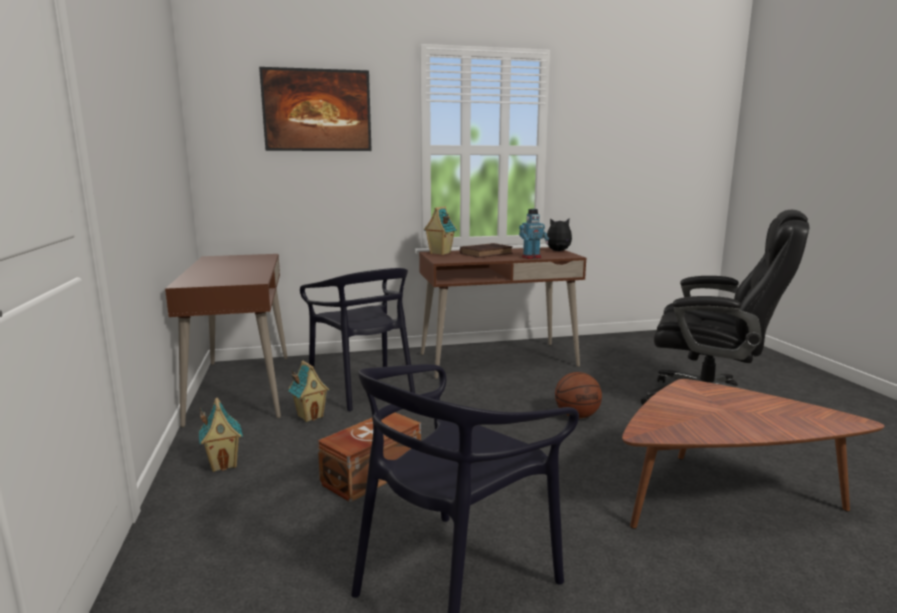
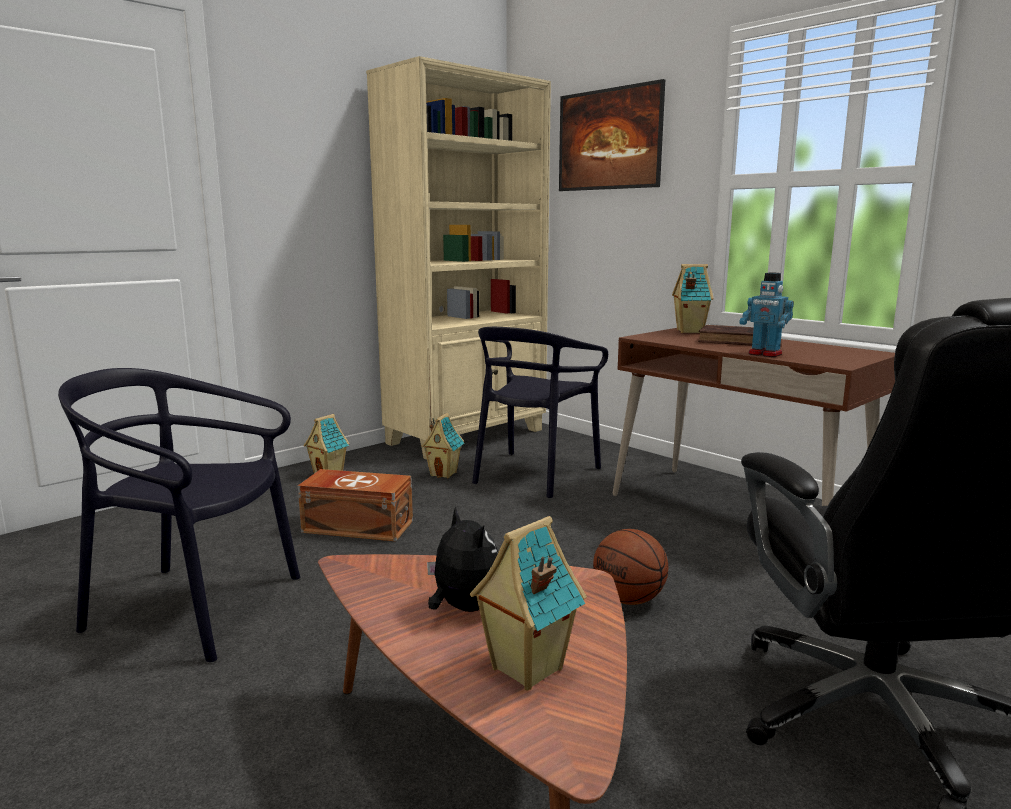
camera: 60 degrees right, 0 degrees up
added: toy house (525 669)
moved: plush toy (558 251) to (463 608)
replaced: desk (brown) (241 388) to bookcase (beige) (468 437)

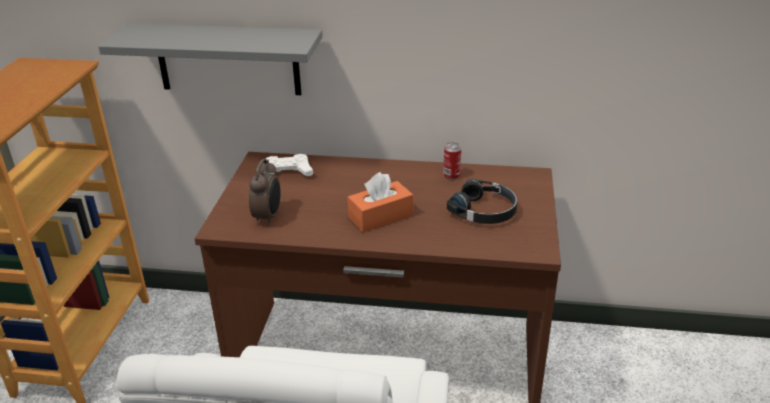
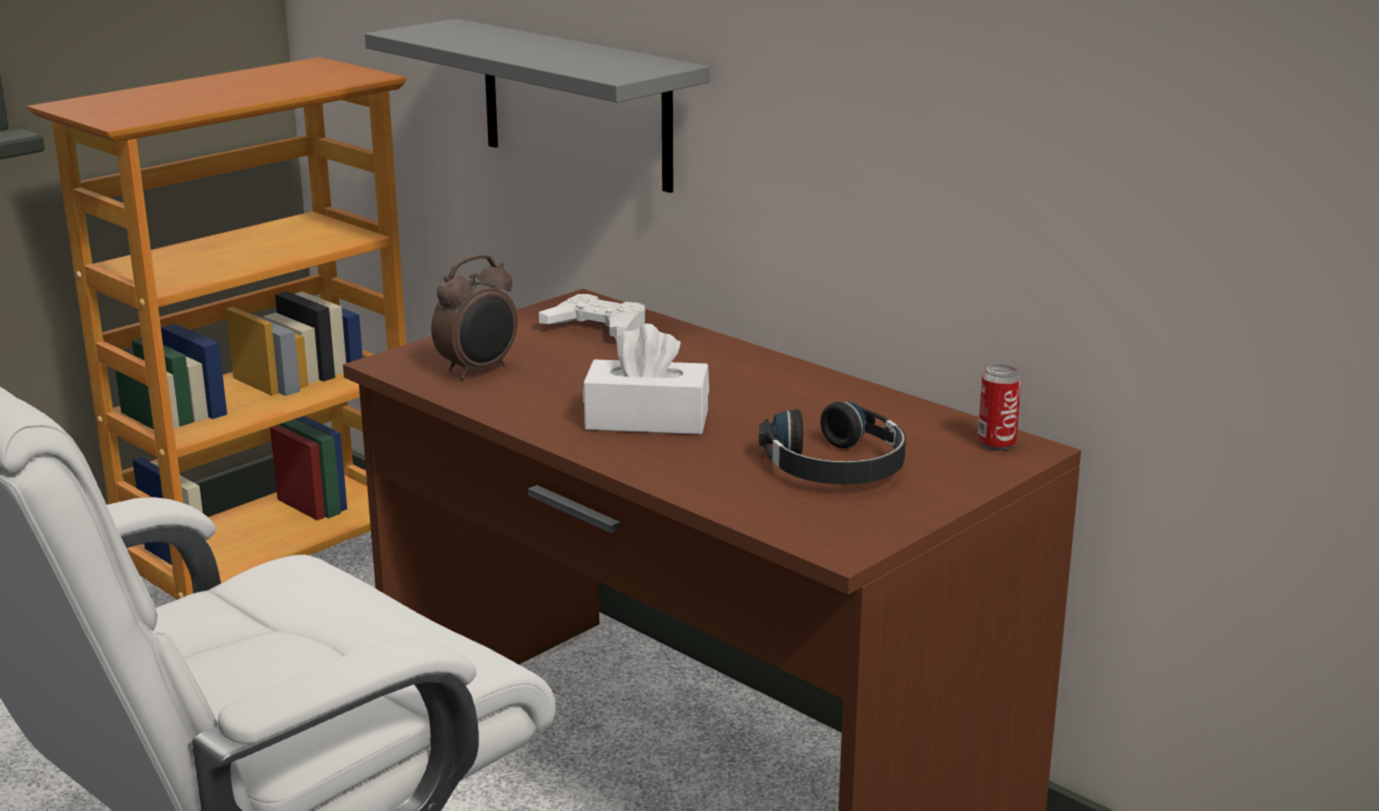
camera: 35 degrees right, 10 degrees down
moved: can (451 176) to (996 444)
recoloured: tissue box (orange) (380 216) to tissue box (white) (647 420)

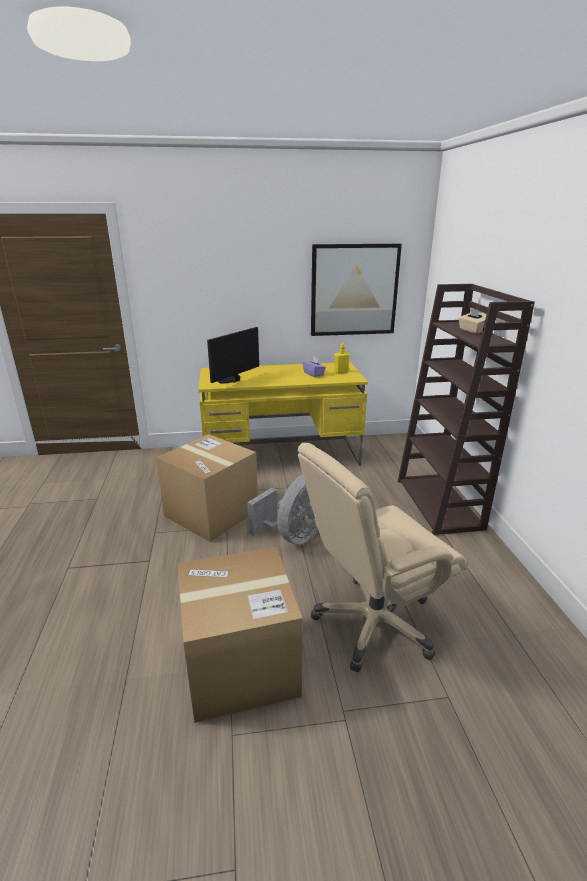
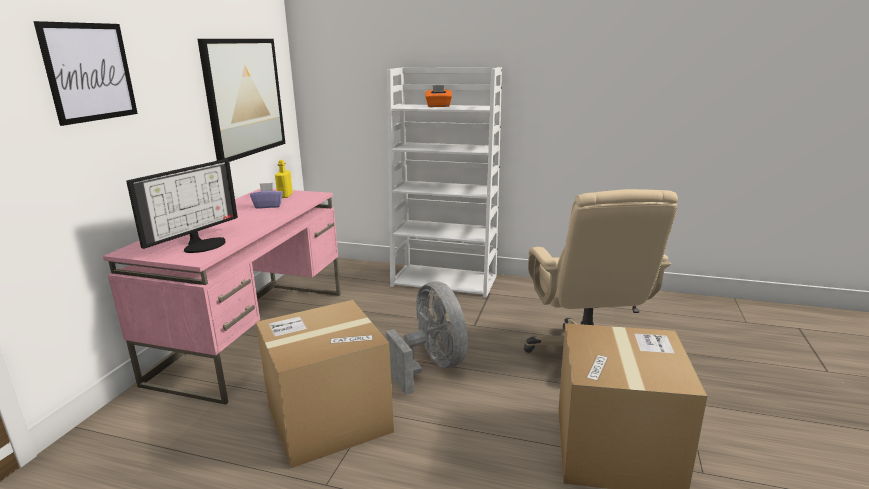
camera: 65 degrees left, 5 degrees down
added: picture (89 72)
recoloured: desk (yellow) (282 456) to desk (pink) (255 333); bookcase (brown) (439 504) to bookcase (white) (445 281); tissue box (beige) (472 331) to tissue box (orange) (438 106)
turned: monitor (230 380) = (203 244) 120 degrees counterclockwise

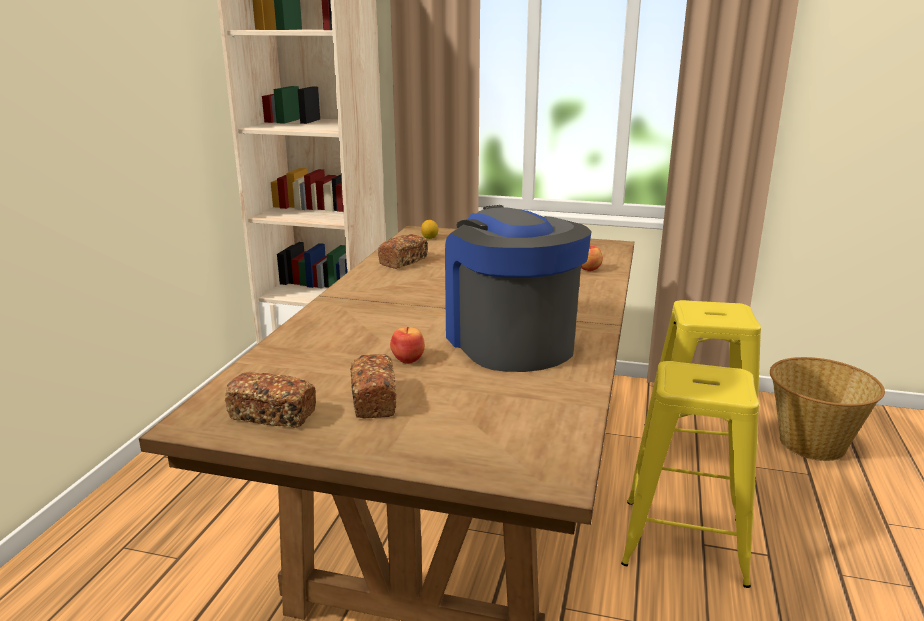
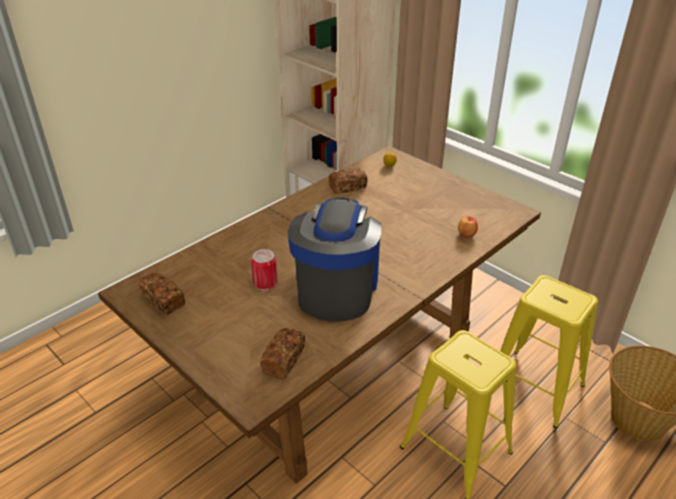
camera: 30 degrees right, 15 degrees up
moved: bread (373 400) to (283 360)
replaced: apple (408 358) to can (265 283)

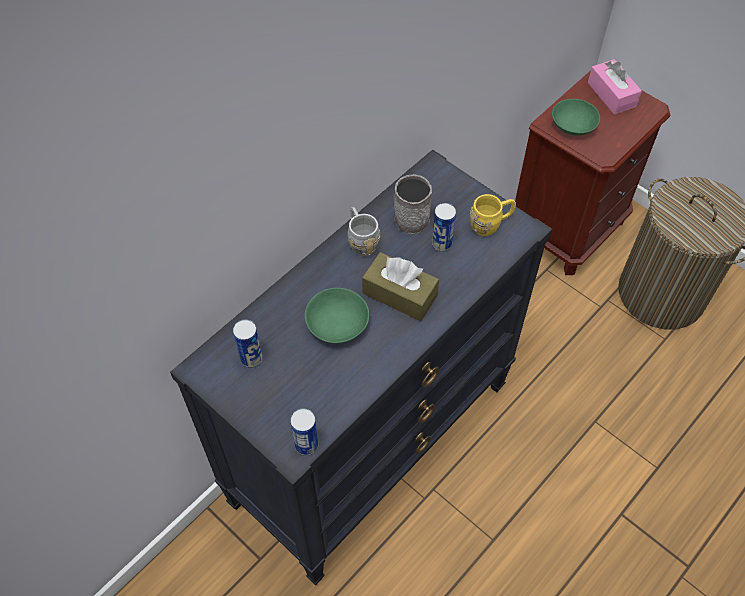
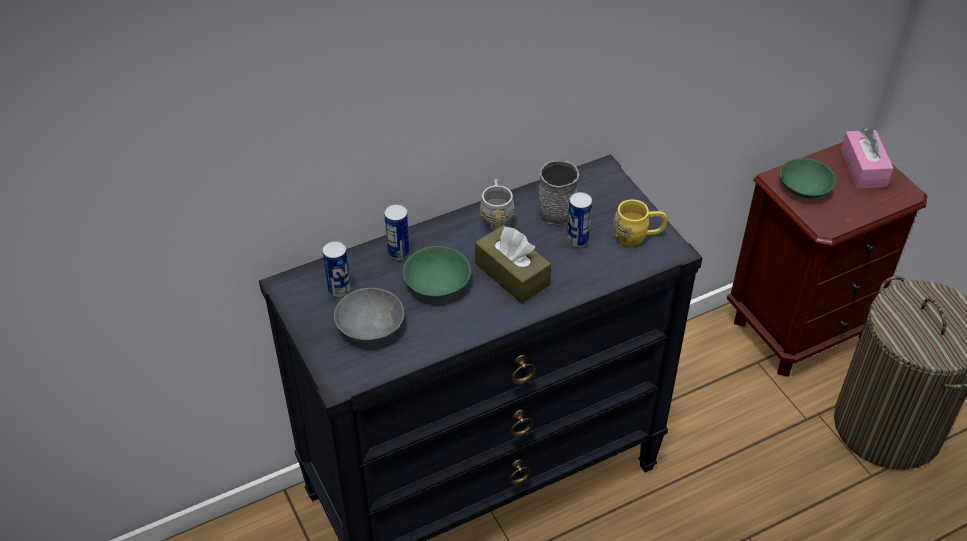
camera: 20 degrees right, 10 degrees down
added: bowl (grey) (371 326)
moved: can (306 445) to (398 253)

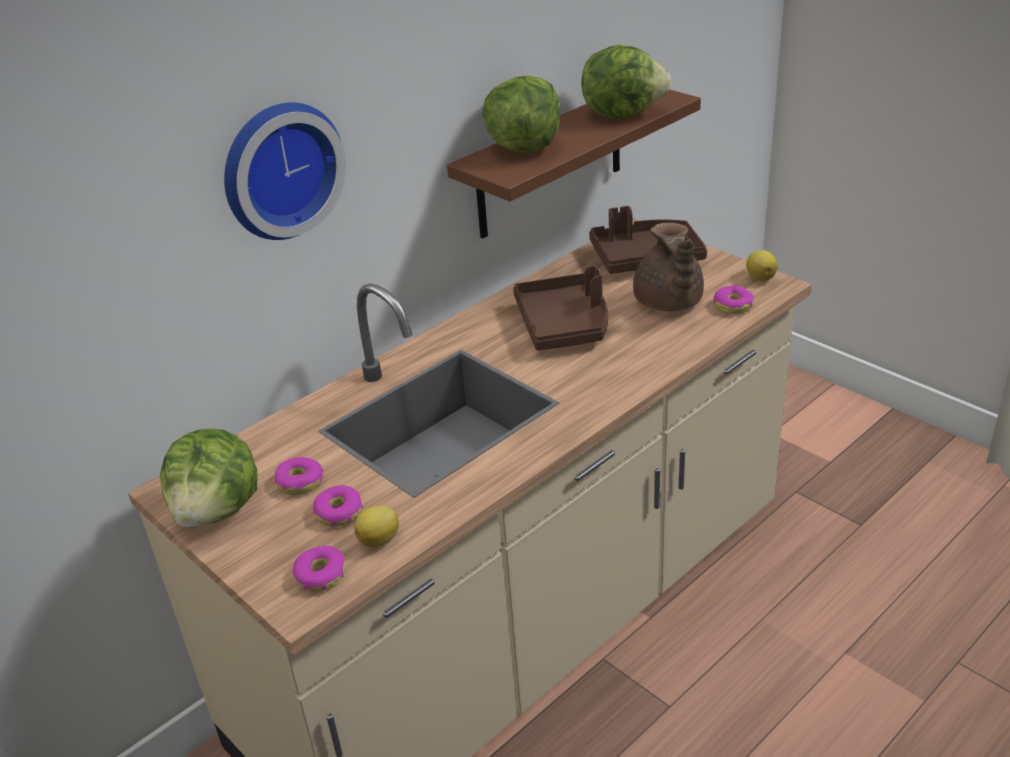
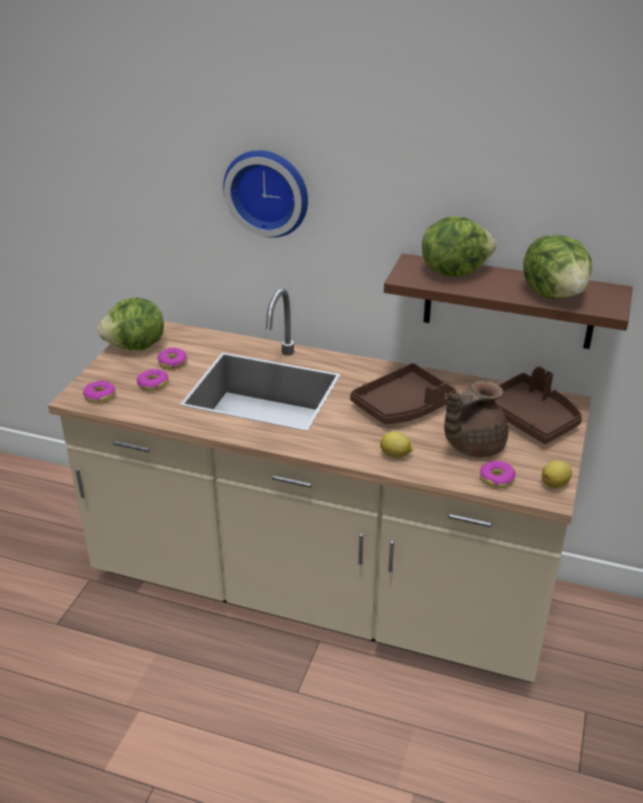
camera: 60 degrees right, 0 degrees up
moved: lemon (380 540) to (395 455)

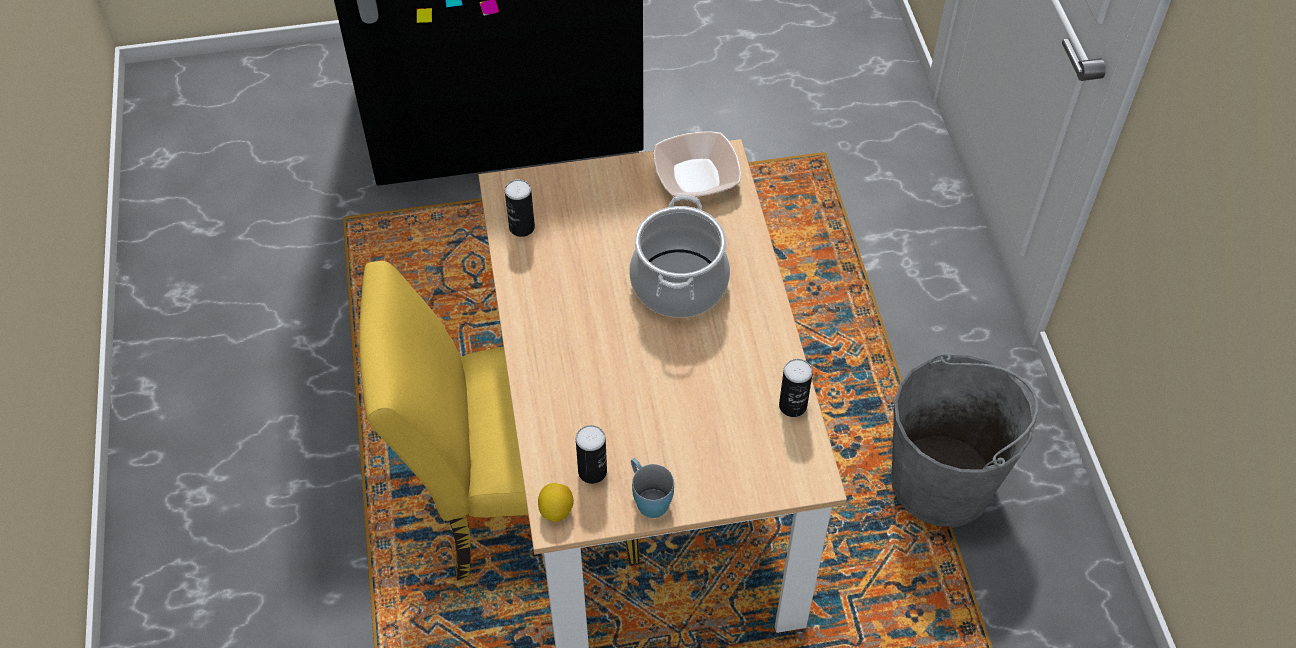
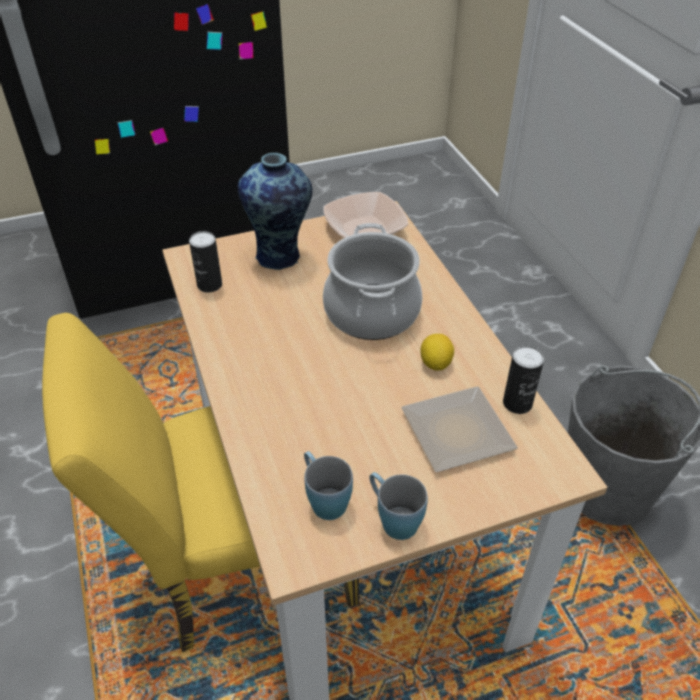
camera: 10 degrees left, 10 degrees down
added: vase (280 257); plate (453 431)
moved: lemon (556 510) to (435 363)
replaced: can (592 471) to mug (blue) (324 499)

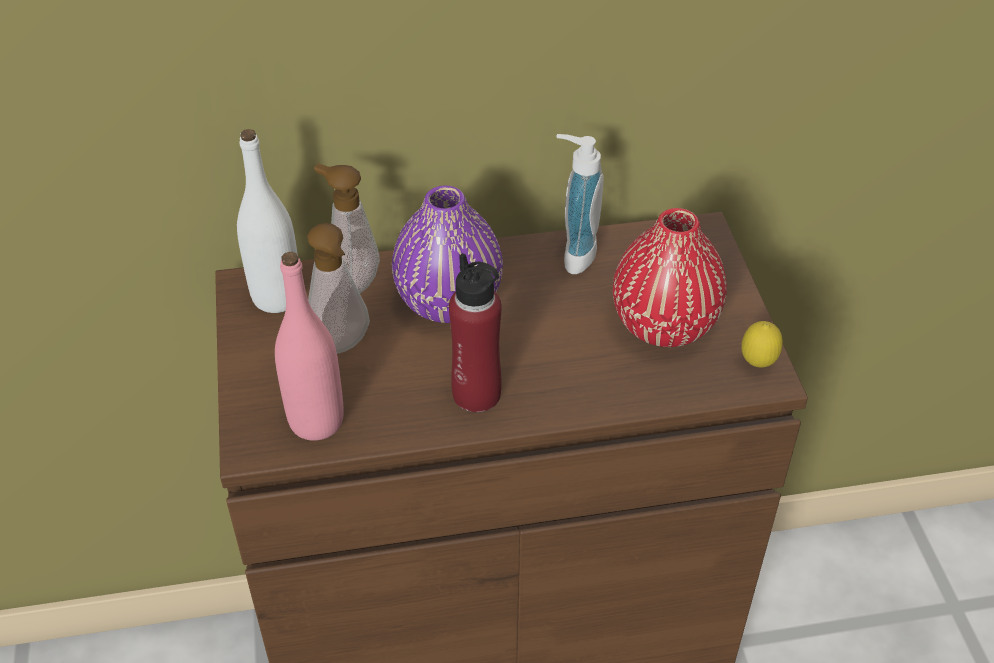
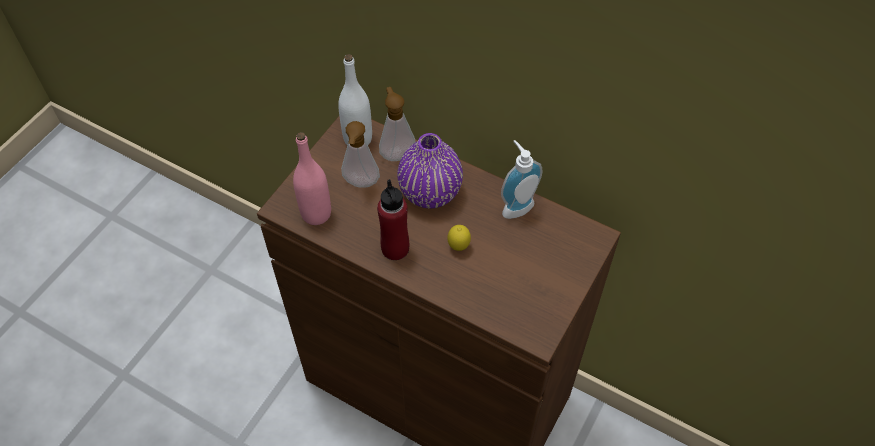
camera: 40 degrees right, 10 degrees up
removed: vase (red) (664 325)
moved: lemon (757 364) to (458 247)

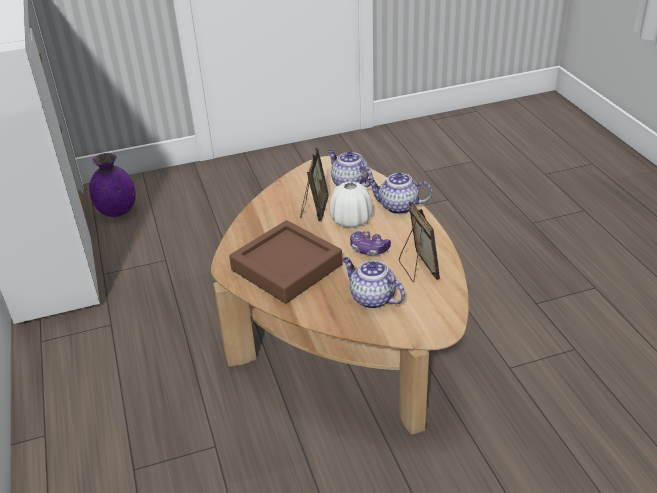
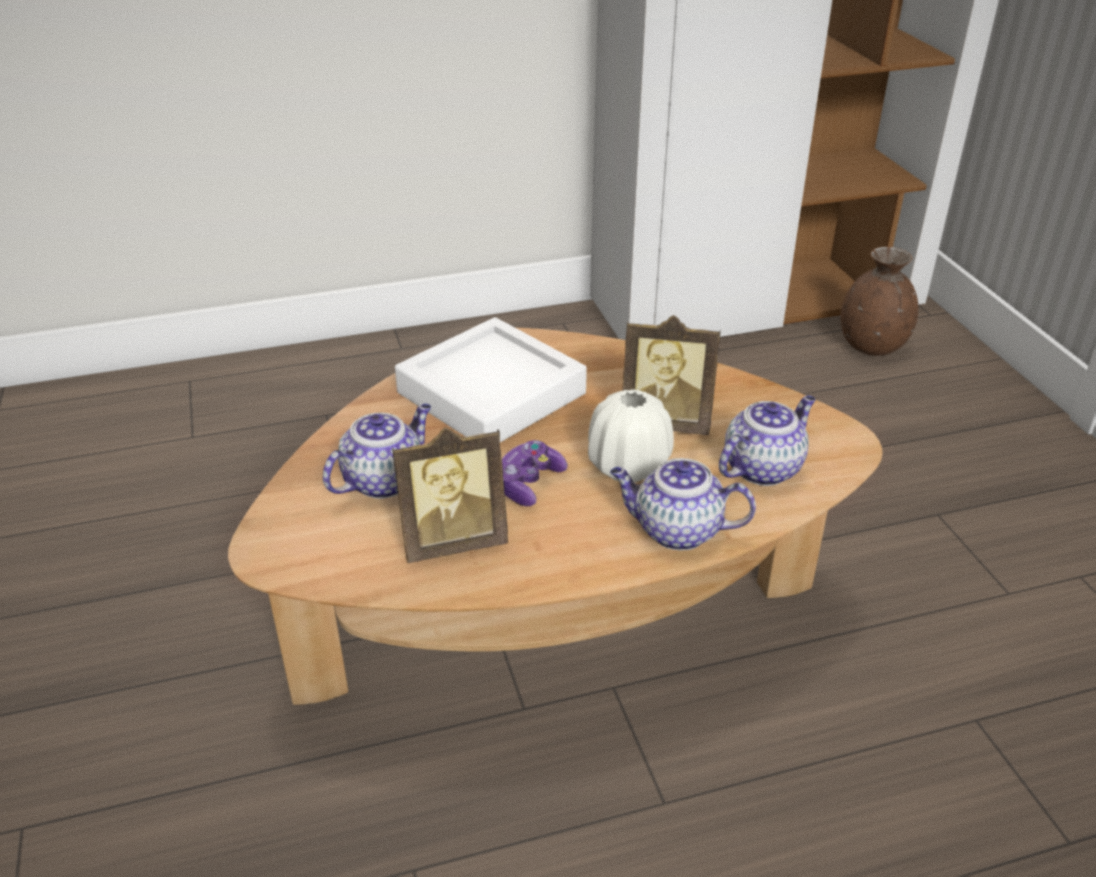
camera: 90 degrees right, 0 degrees up
recoloured: vase (purple) (117 210) to vase (brown) (872 346); tray (brown) (287 267) to tray (white) (491 393)
turned: teapot (398 207) = (676 531) 90 degrees counterclockwise

